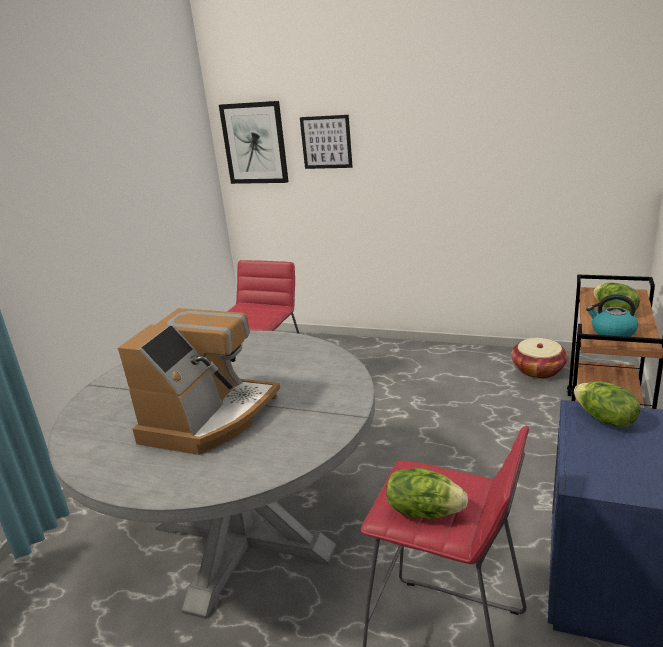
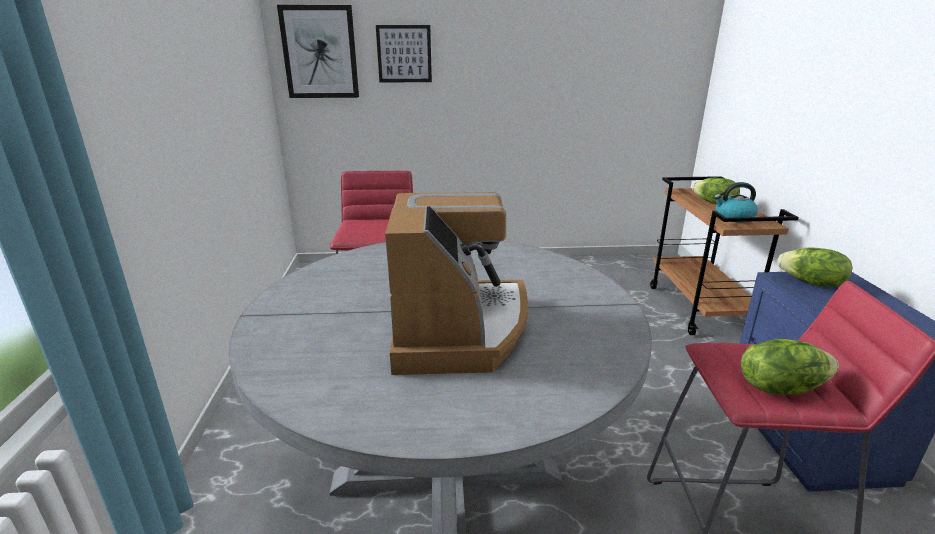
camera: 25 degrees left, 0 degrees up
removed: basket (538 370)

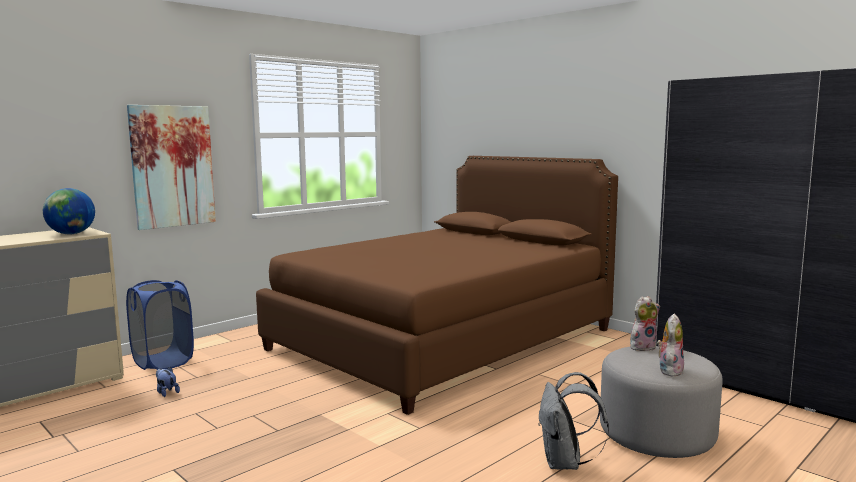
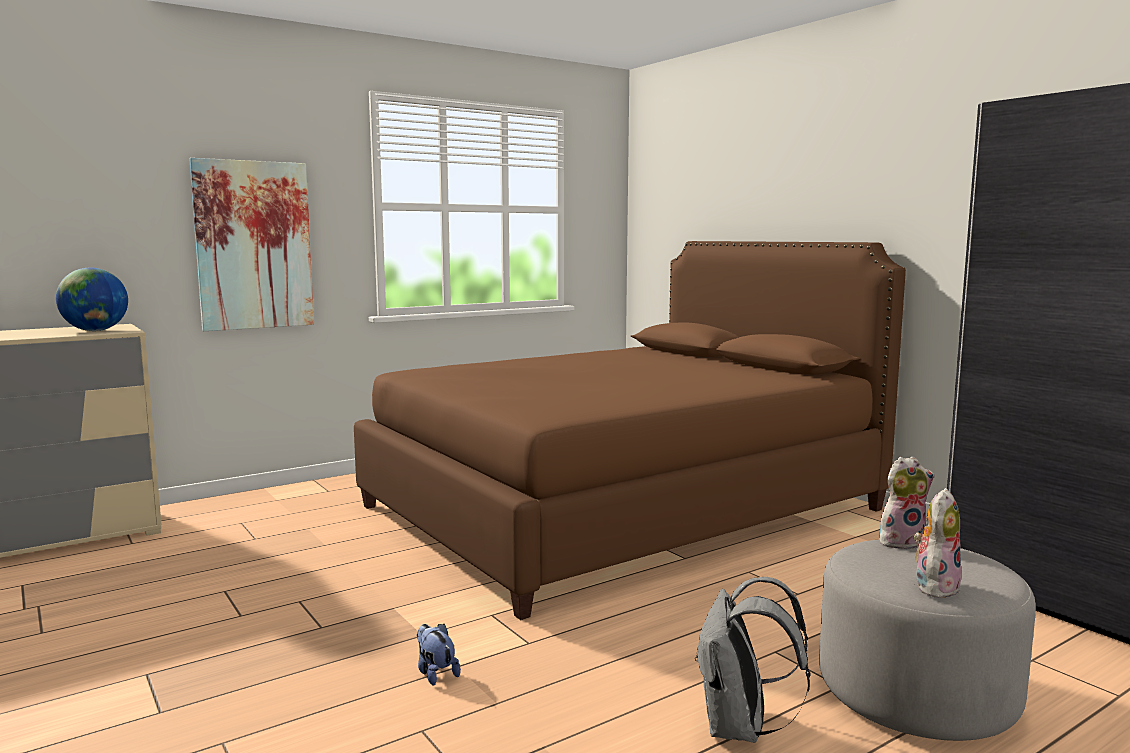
camera: 10 degrees right, 0 degrees up
removed: laundry basket (blue) (162 361)
moved: plush toy (166 392) to (435 673)

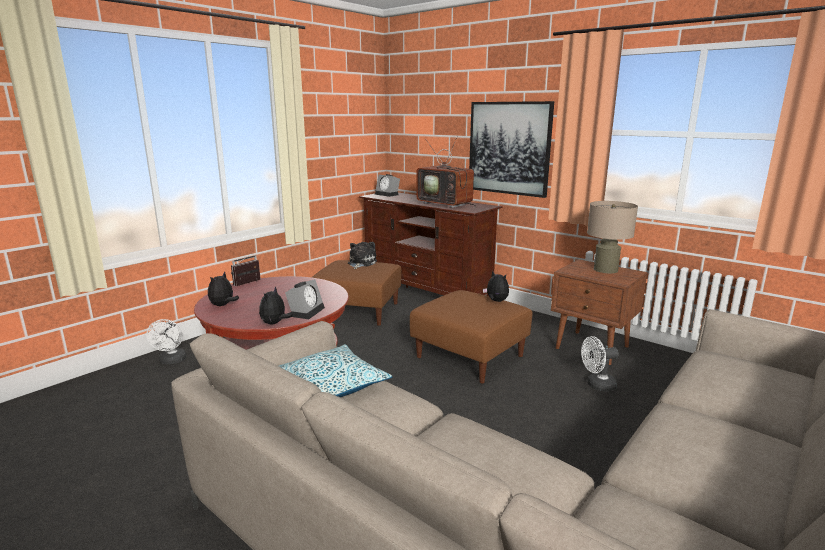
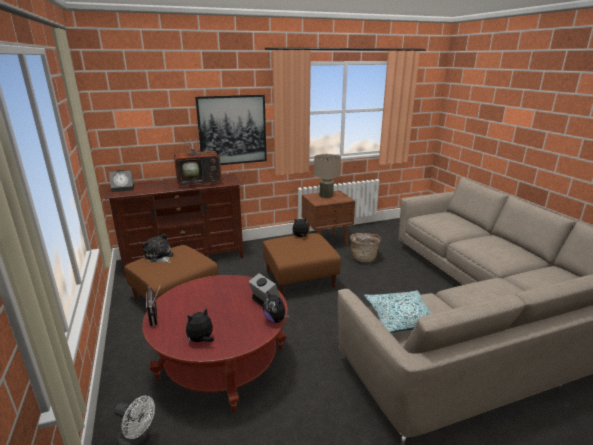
camera: 60 degrees left, 5 degrees up
replaced: fan (white) (597 385) to basket (363 258)
turned: plush toy (223 305) = (201 340) 90 degrees clockwise

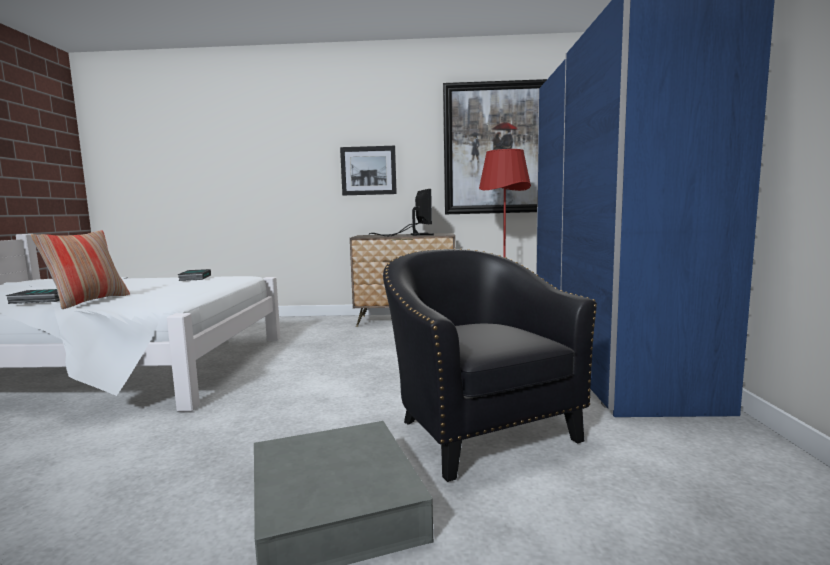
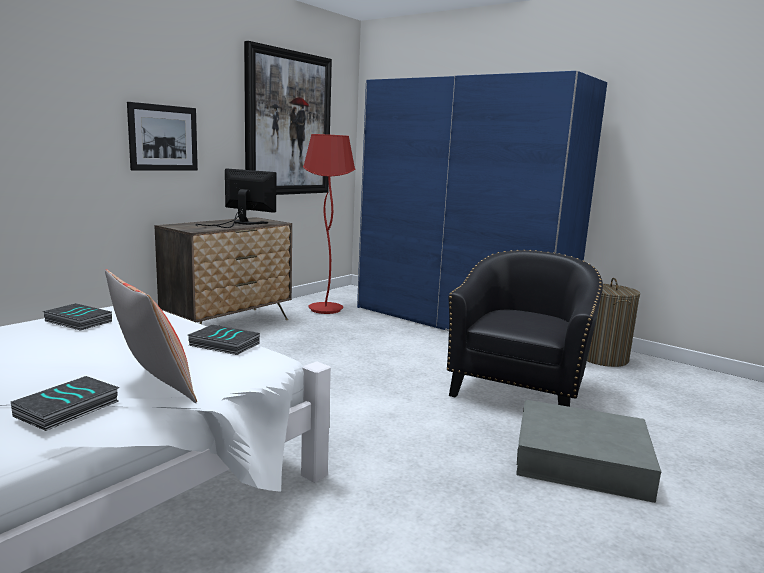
camera: 55 degrees left, 5 degrees up
added: book (223 344); laundry basket (603 358)
turned: armchair (black) (477 429) = (518 390) 105 degrees clockwise

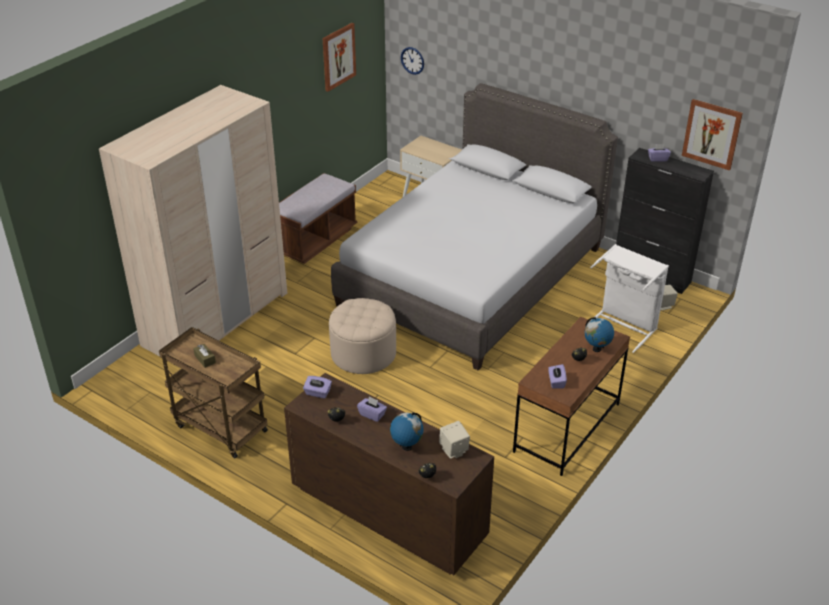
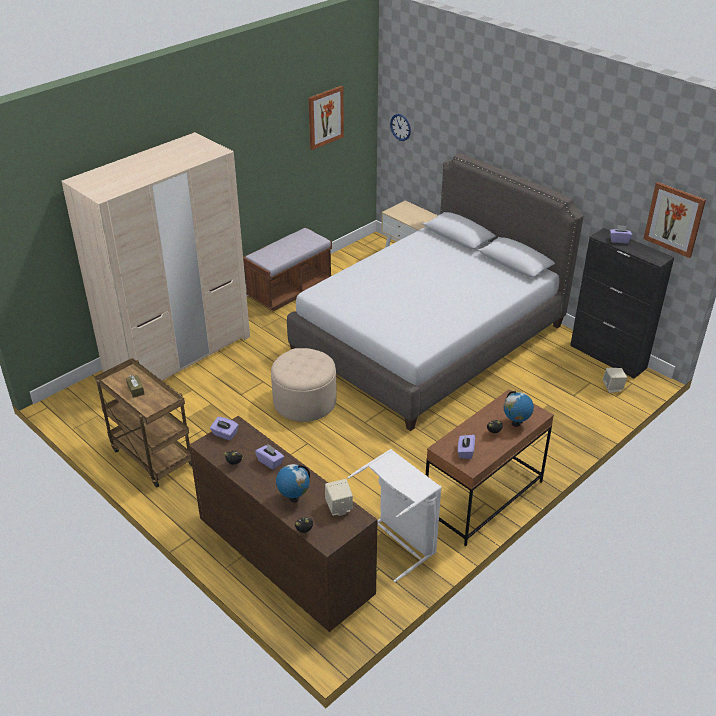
camera: 10 degrees right, 0 degrees up
moved: laundry basket (white) (623 326) to (398 543)

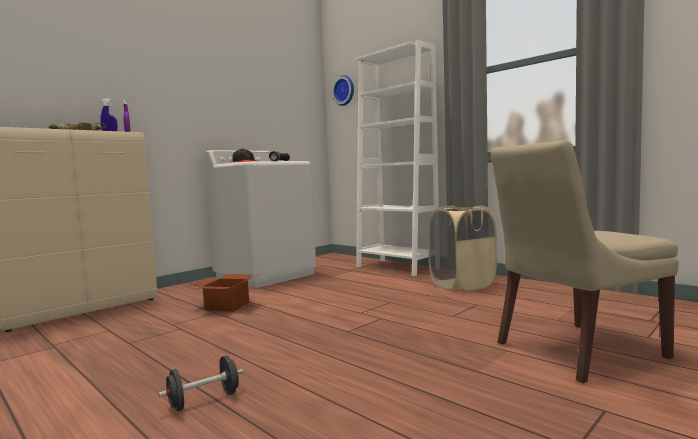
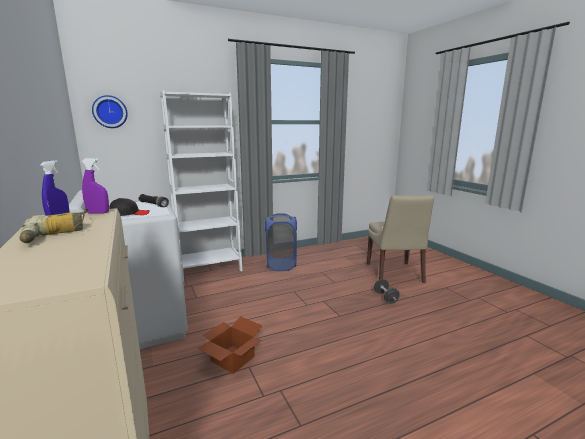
camera: 70 degrees left, 10 degrees up
moved: dumbbell (black) (204 400) to (385 298)
recoloured: laundry basket (beige) (462 285) to laundry basket (blue) (281 265)

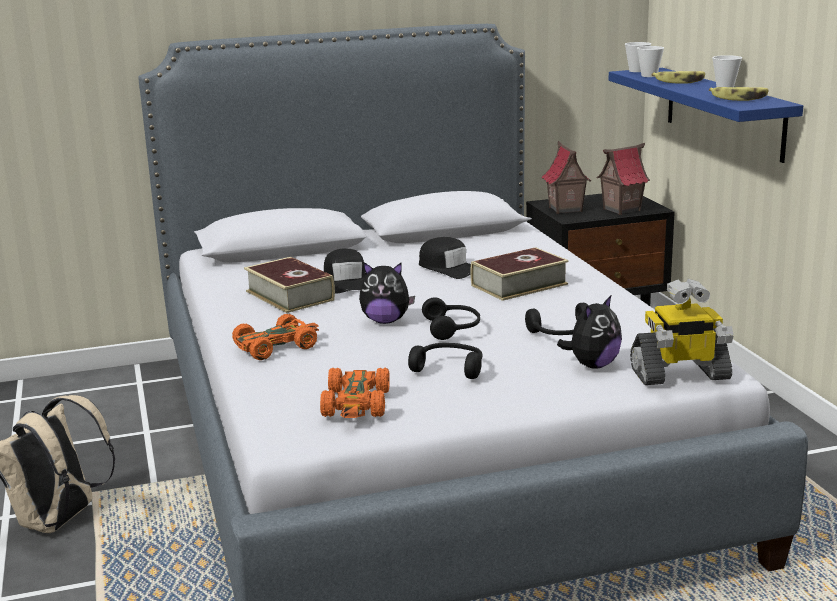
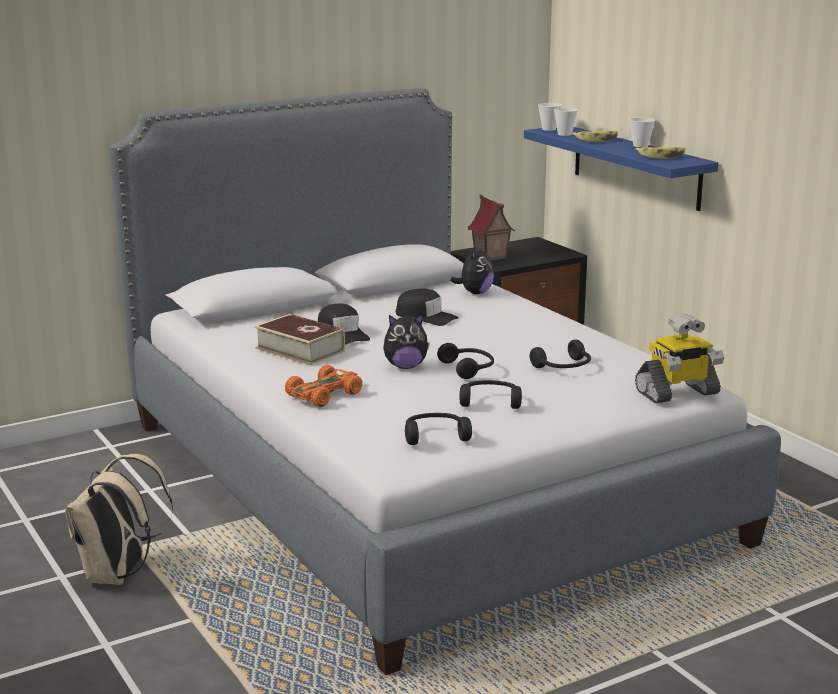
camera: 15 degrees left, 0 degrees up
removed: book (519 285); toy house (621 209)
moved: plush toy (592 365) to (475 293)
replaced: toy car (orange) (357 404) to headphones (black) (435 436)

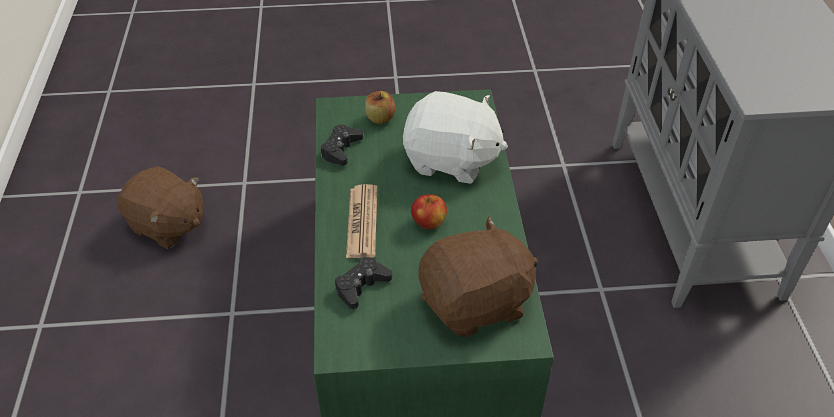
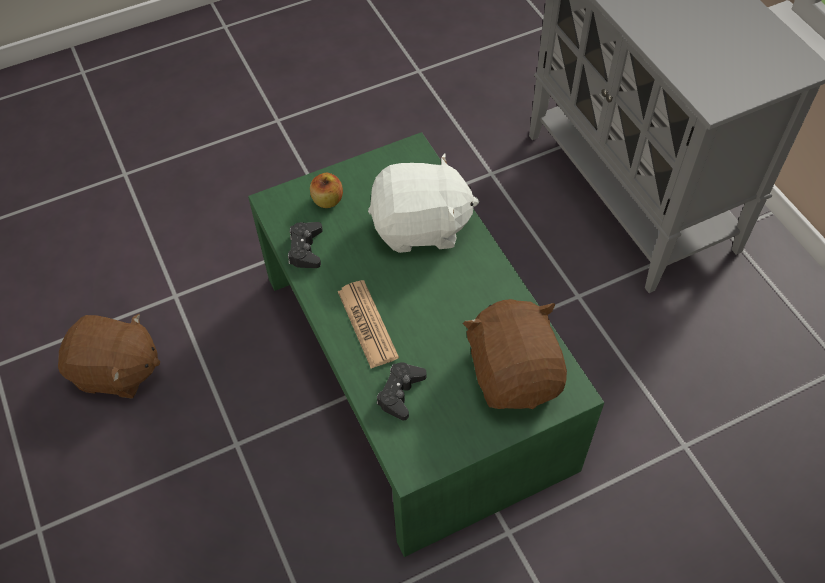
camera: 20 degrees left, 10 degrees up
removed: apple (429 223)
turned: plush toy (brown) (476 303) = (514 373) 60 degrees counterclockwise

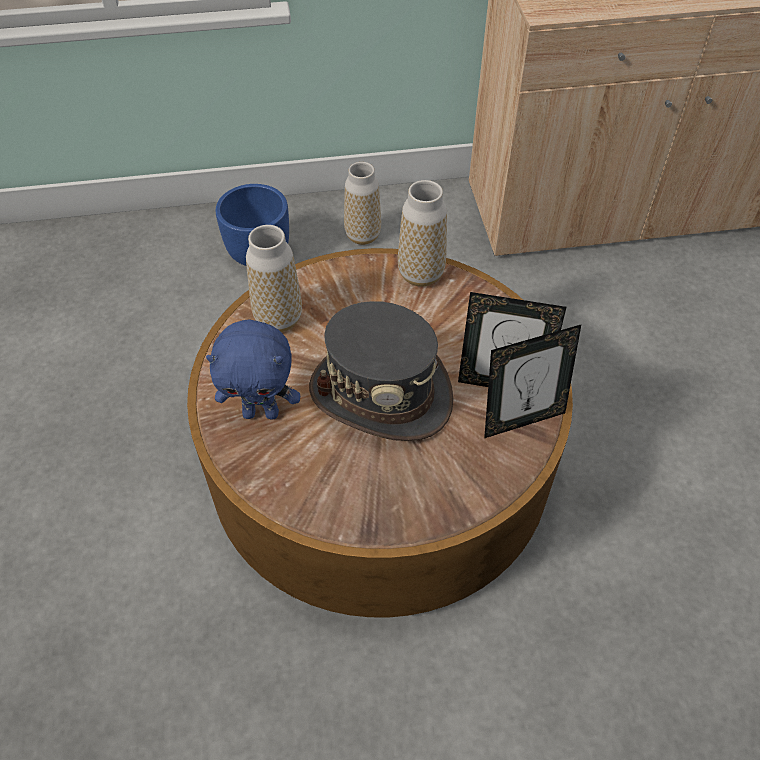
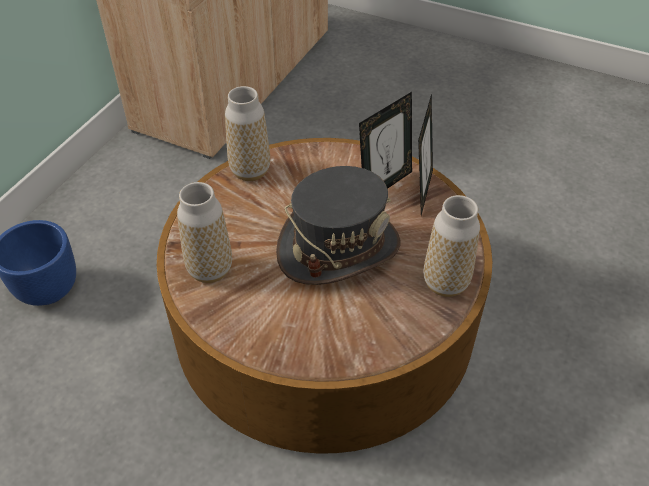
camera: 55 degrees left, 5 degrees down
removed: plush toy (blue) (261 412)
moved: vase (362 236) to (445 283)

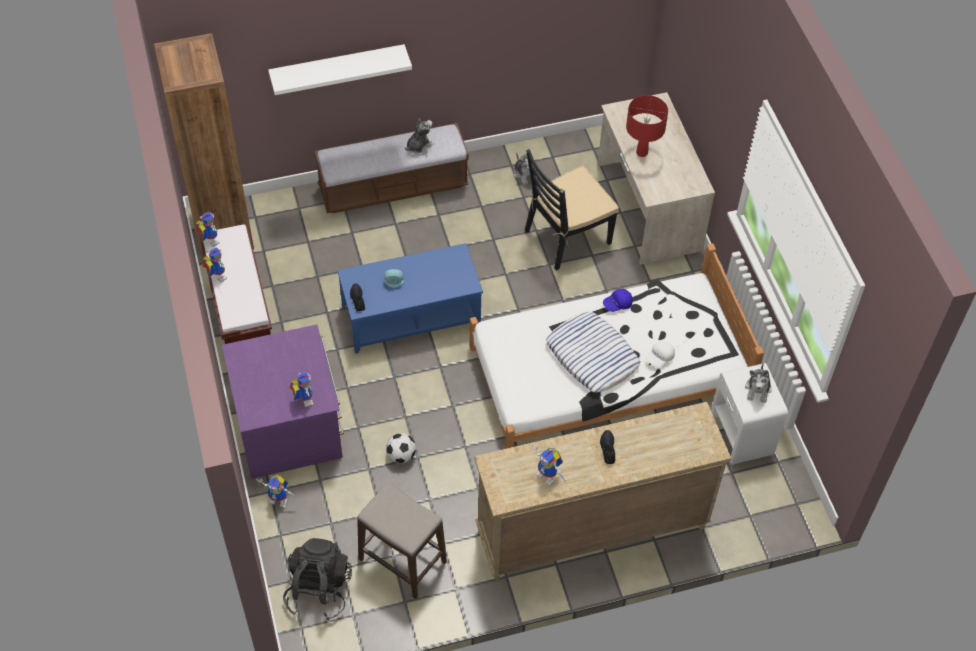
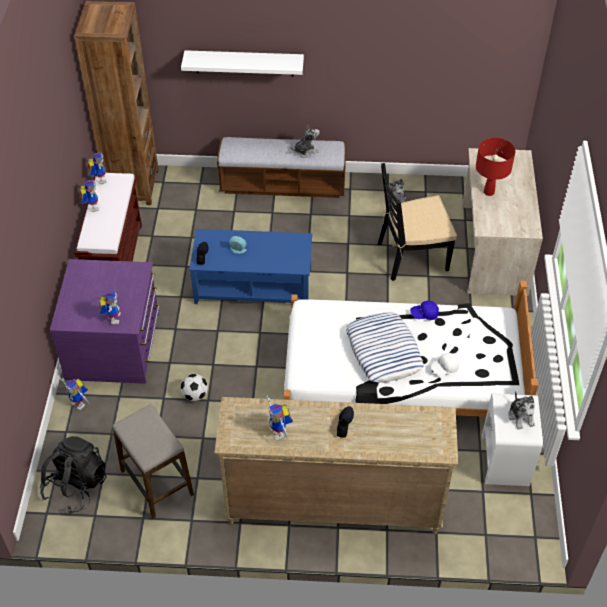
camera: 20 degrees right, 5 degrees down
turned: plush toy (758 389) = (521 416) 45 degrees counterclockwise

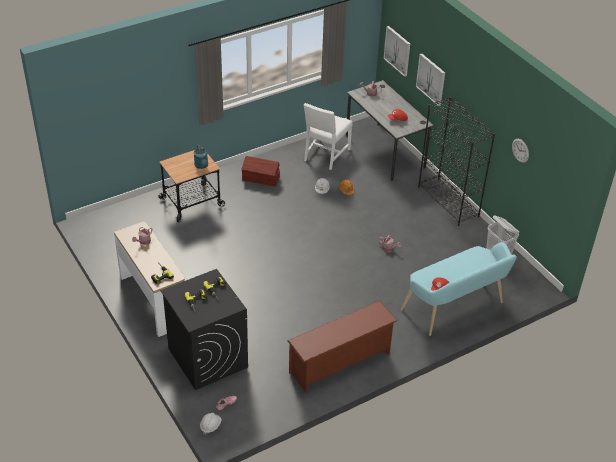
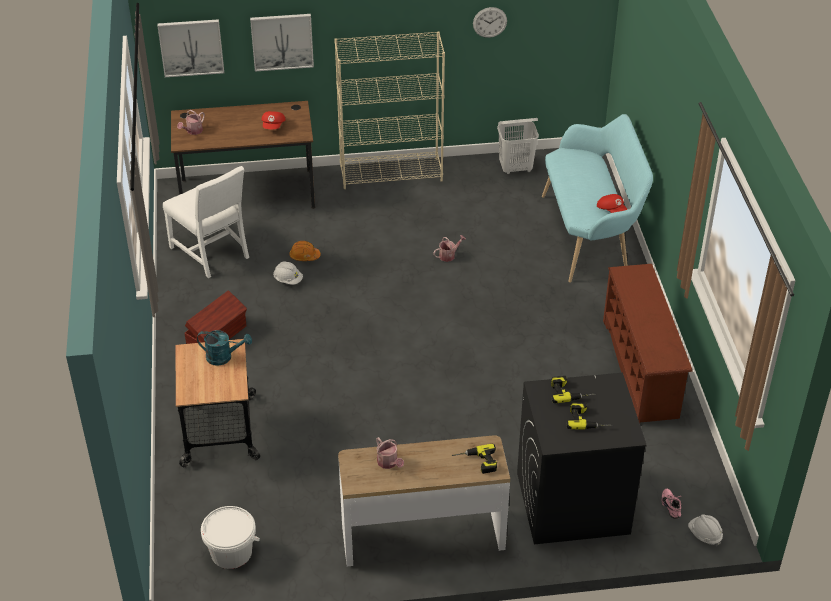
camera: 65 degrees left, 0 degrees up
added: bucket (white) (231 552)
recoloured: desk (grey) (385 151) to desk (brown) (248 193); bookcase (black) (448 202) to bookcase (beige) (391 173)

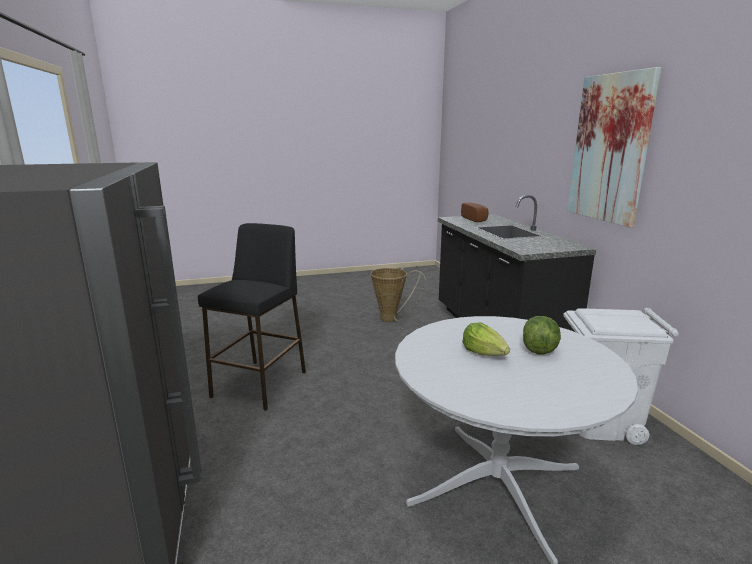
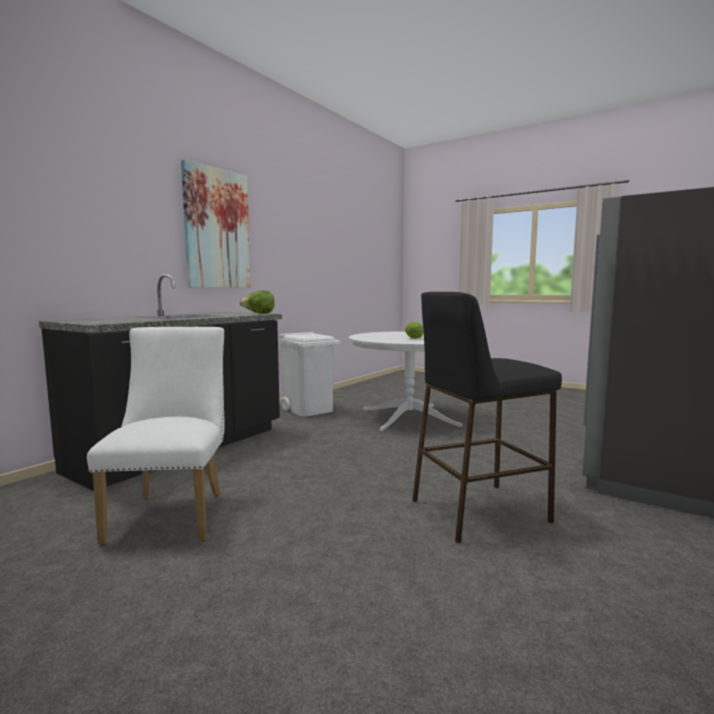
camera: 130 degrees left, 10 degrees down
removed: bread (475 219)
moved: lettuce (539 349) to (258 313)
replaced: basket (392 319) to chair (white) (173 512)

